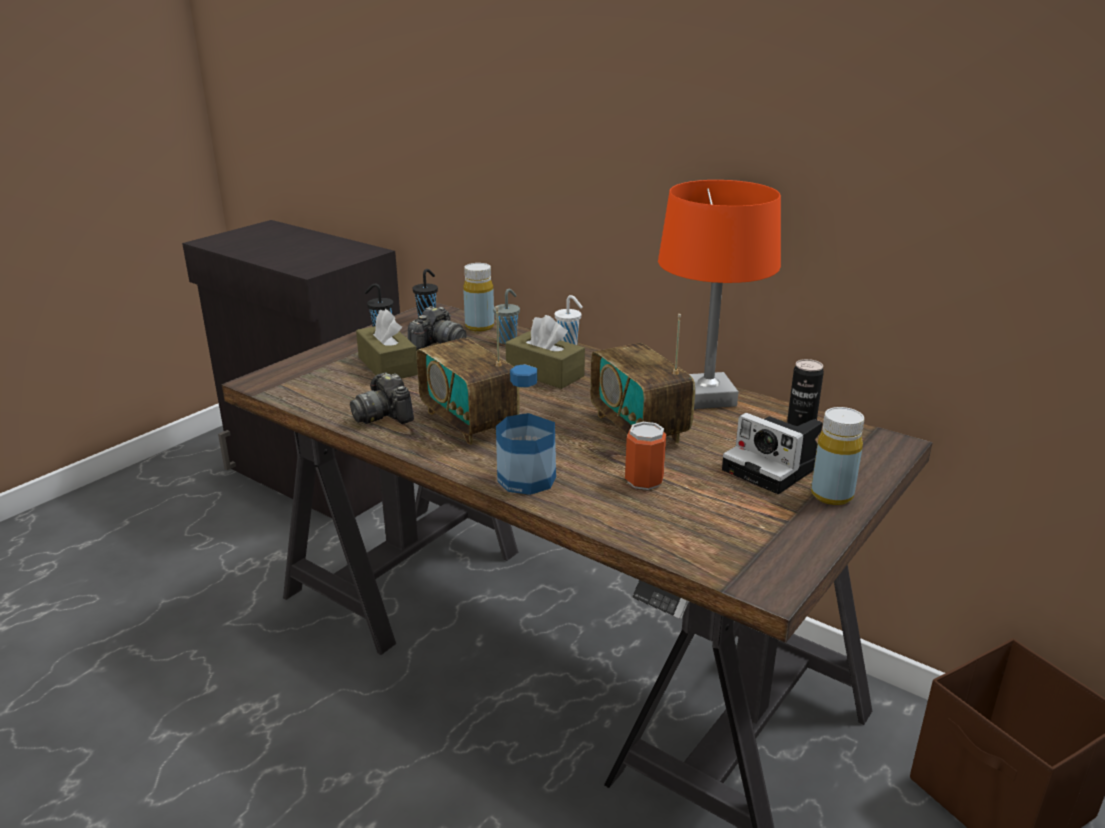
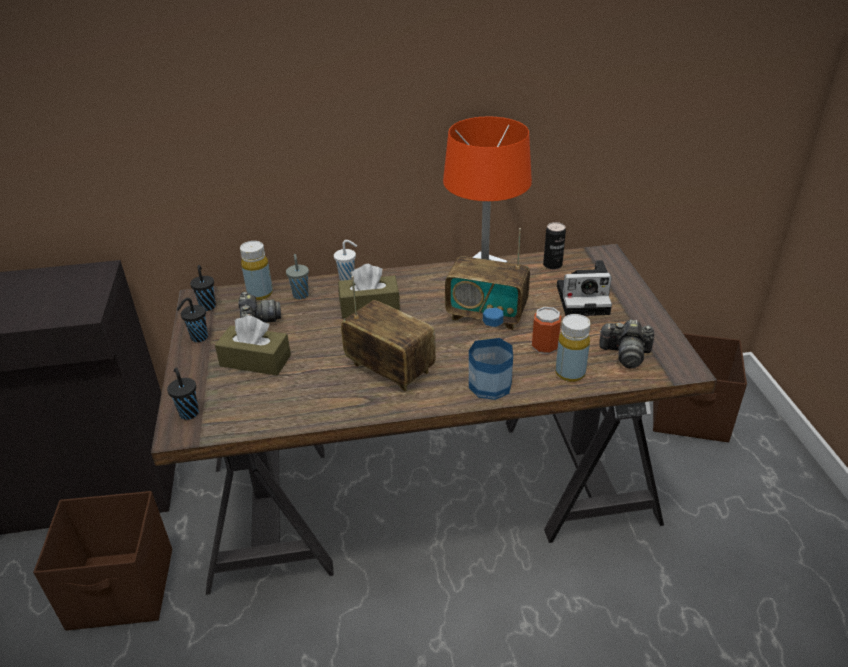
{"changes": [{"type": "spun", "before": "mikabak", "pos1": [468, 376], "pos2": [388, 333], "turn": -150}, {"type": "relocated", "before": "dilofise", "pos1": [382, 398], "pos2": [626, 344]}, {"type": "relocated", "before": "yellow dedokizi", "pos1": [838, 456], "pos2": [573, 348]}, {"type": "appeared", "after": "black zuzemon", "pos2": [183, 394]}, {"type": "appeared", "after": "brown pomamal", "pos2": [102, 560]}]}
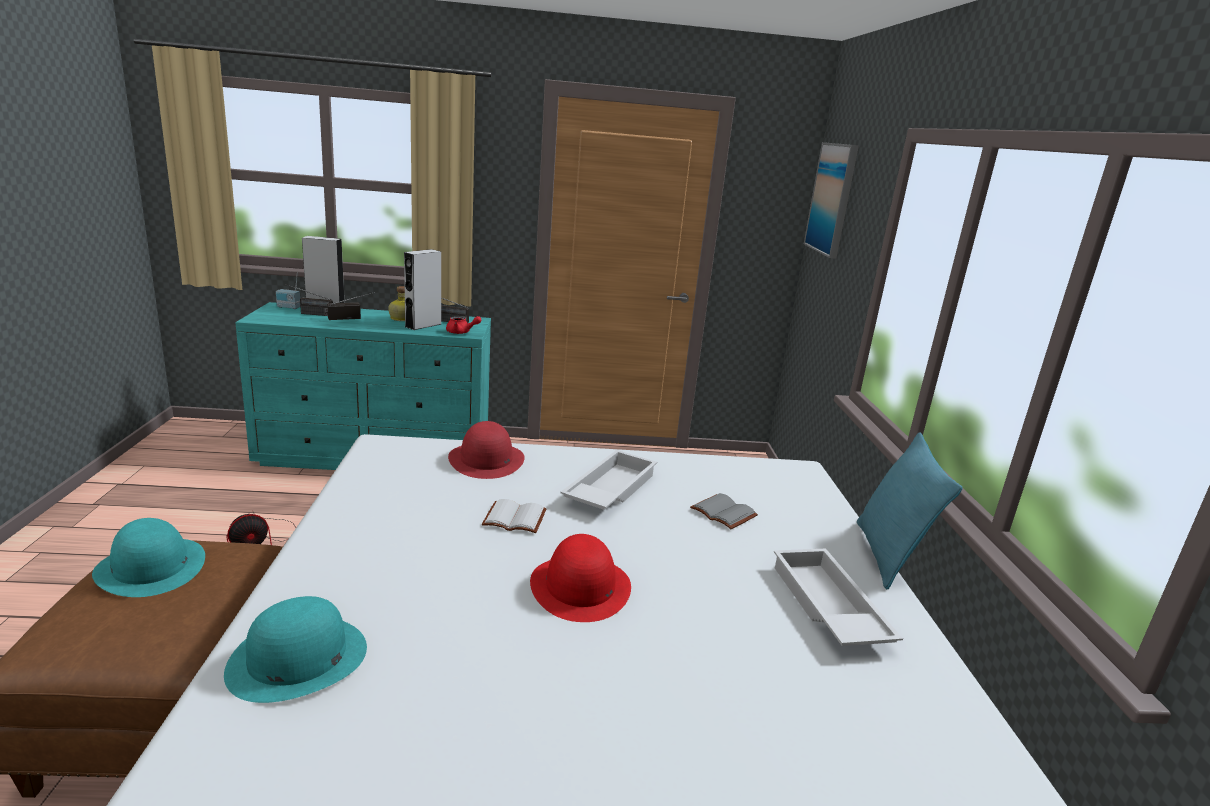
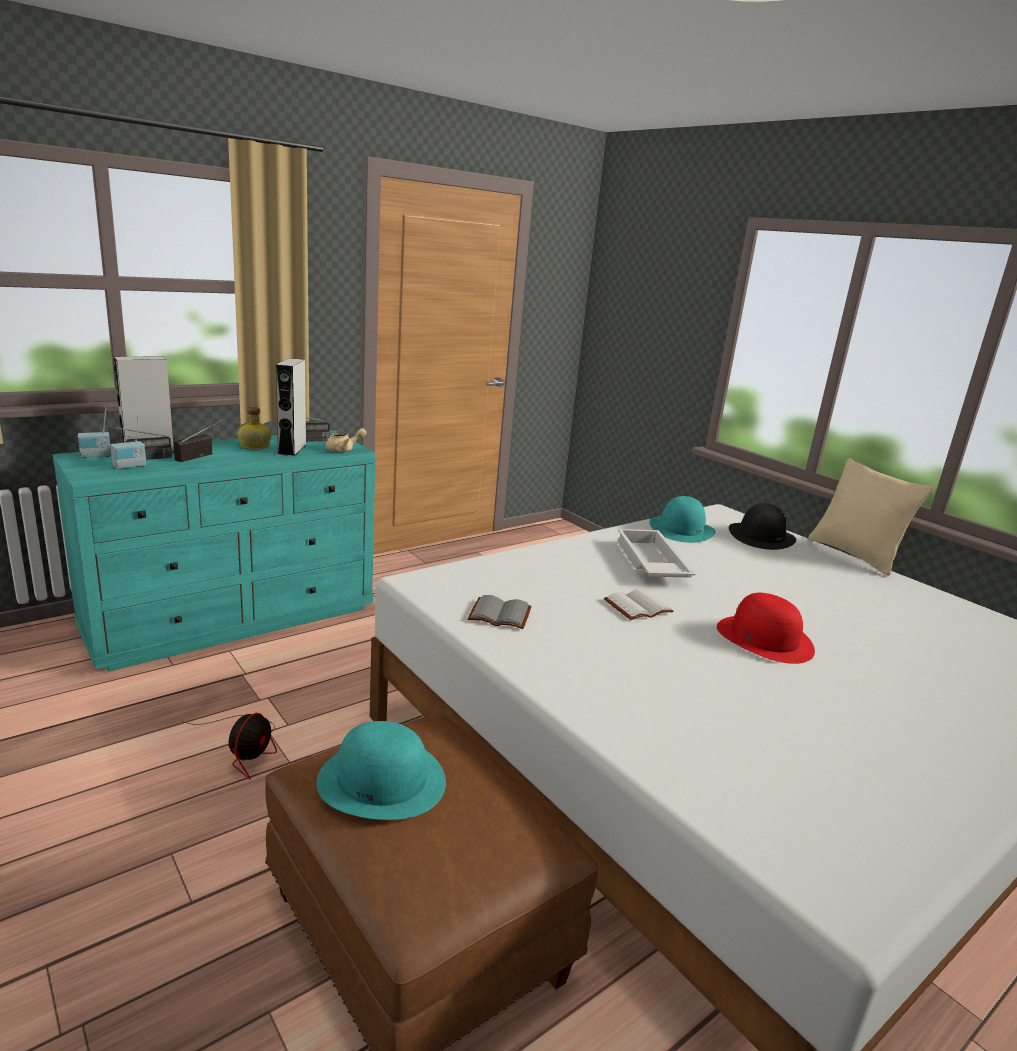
{"changes": [{"type": "missing", "before": "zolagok", "pos1": [831, 200]}, {"type": "colour", "before": "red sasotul", "after": "beige sasotul", "pos1": [463, 325], "pos2": [346, 440]}, {"type": "missing", "before": "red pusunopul", "pos1": [486, 450]}, {"type": "colour", "before": "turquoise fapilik", "after": "beige fapilik", "pos1": [910, 510], "pos2": [871, 517]}, {"type": "relocated", "before": "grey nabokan", "pos1": [724, 511], "pos2": [500, 612]}, {"type": "missing", "before": "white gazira", "pos1": [838, 597]}, {"type": "relocated", "before": "turquoise pusunopul", "pos1": [295, 649], "pos2": [682, 519]}, {"type": "appeared", "after": "mikabak", "pos2": [128, 442]}, {"type": "appeared", "after": "black pusunopul", "pos2": [762, 526]}]}
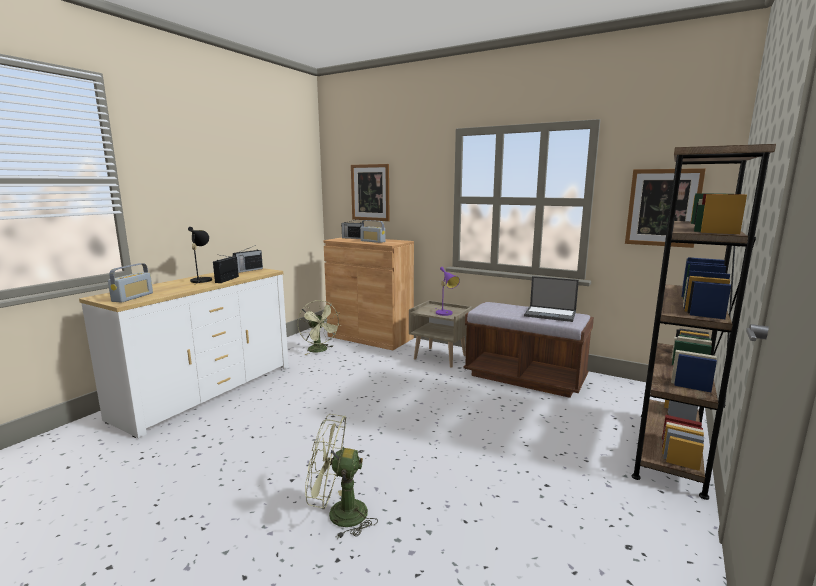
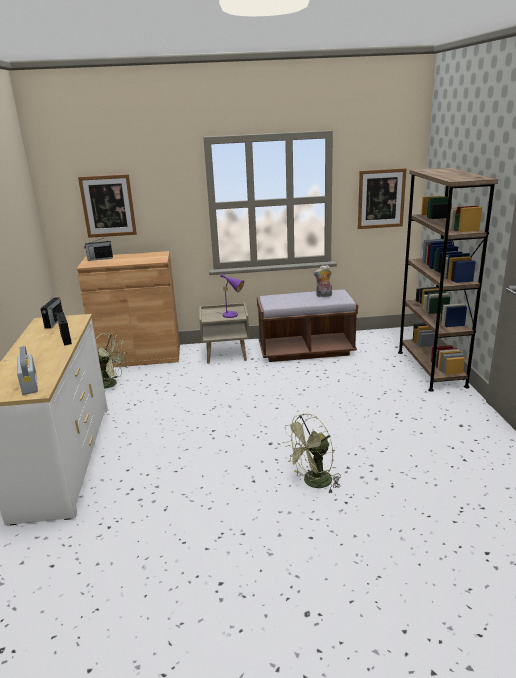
{"changes": [{"type": "missing", "before": "mikabak", "pos1": [372, 231]}, {"type": "missing", "before": "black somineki", "pos1": [200, 256]}, {"type": "exchanged", "before": "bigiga", "after": "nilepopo", "pos1": [551, 299], "pos2": [323, 281]}]}
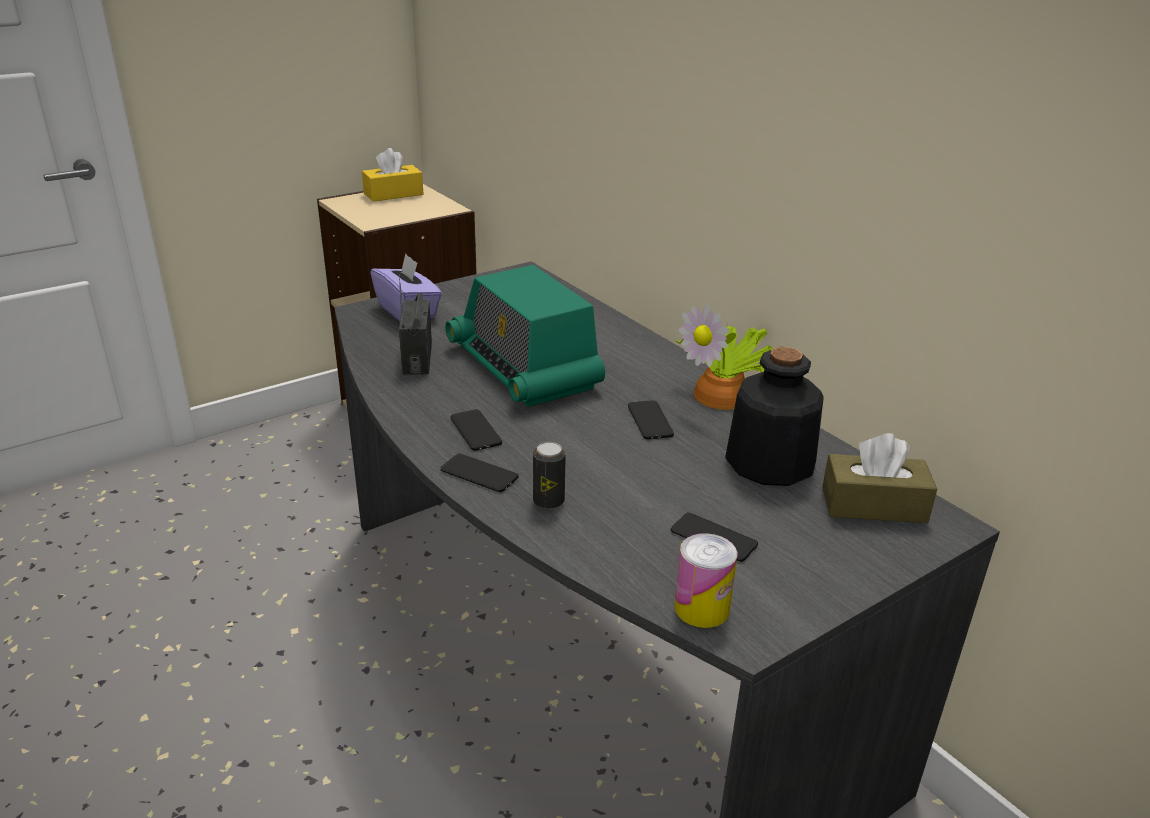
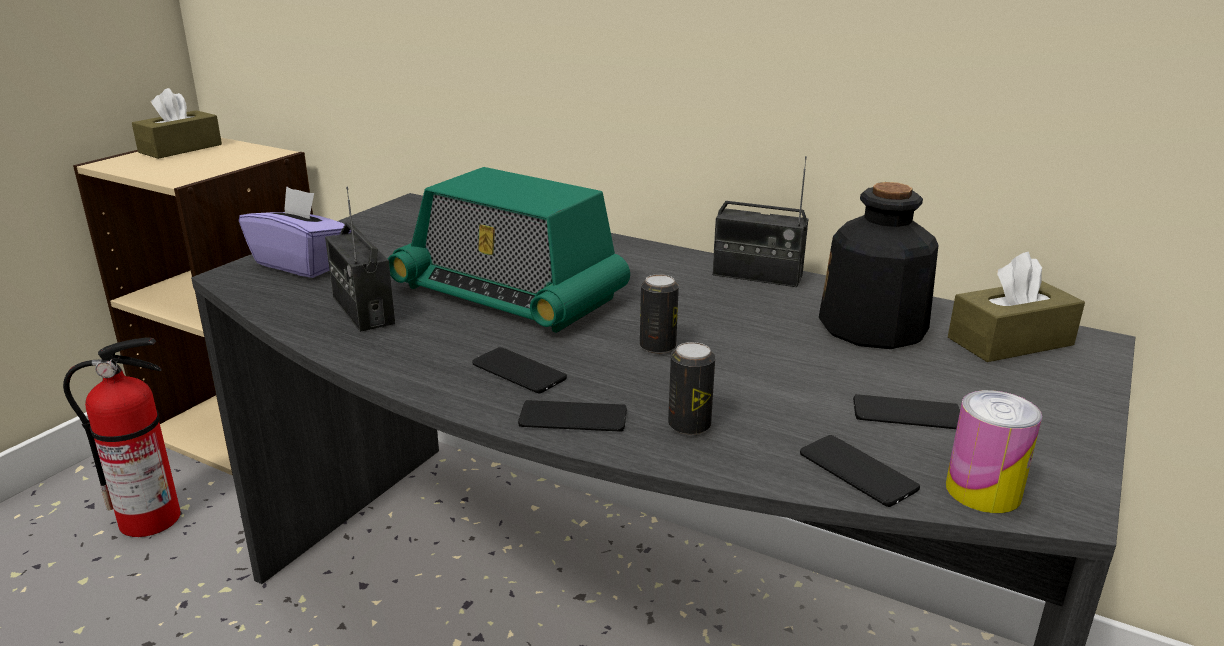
{"changes": [{"type": "colour", "before": "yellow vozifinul", "after": "brown vozifinul", "pos1": [392, 175], "pos2": [177, 123]}, {"type": "exchanged", "before": "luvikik", "after": "mikabak", "pos1": [724, 357], "pos2": [760, 221]}, {"type": "relocated", "before": "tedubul", "pos1": [651, 419], "pos2": [860, 471]}, {"type": "appeared", "after": "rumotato", "pos2": [659, 314]}, {"type": "appeared", "after": "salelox", "pos2": [122, 437]}]}
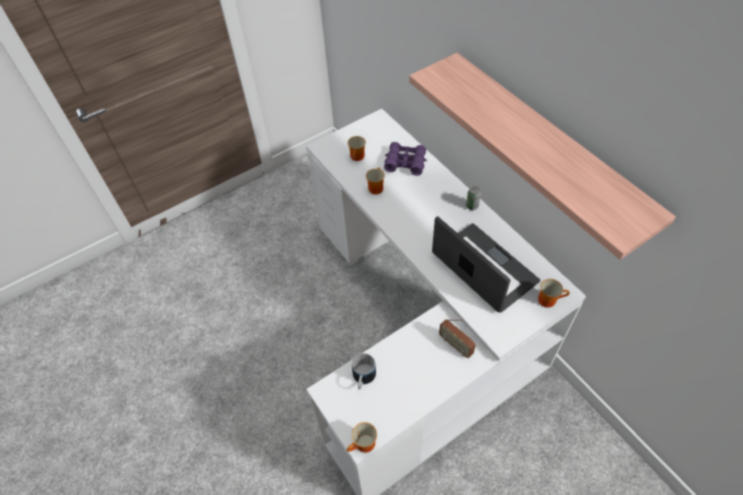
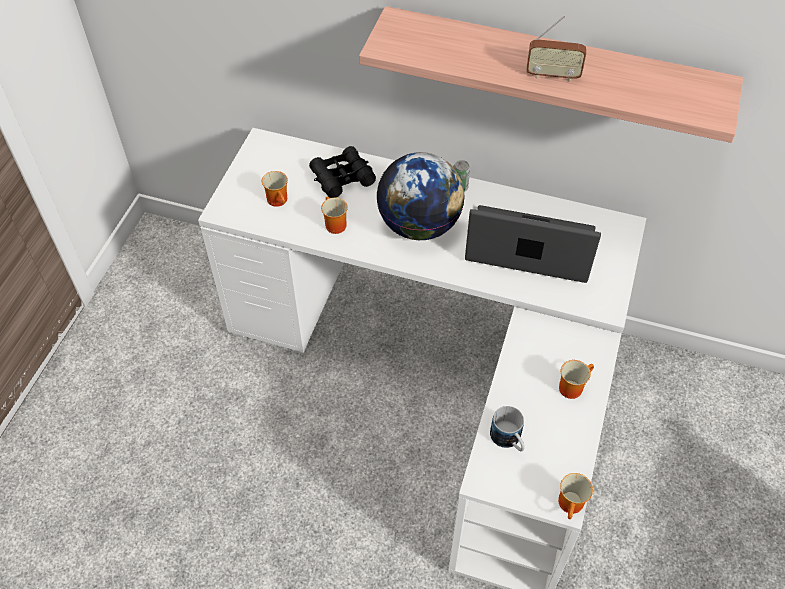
{"changes": [{"type": "colour", "before": "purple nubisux", "after": "black nubisux", "pos1": [405, 159], "pos2": [342, 172]}, {"type": "relocated", "before": "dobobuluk", "pos1": [554, 293], "pos2": [576, 379]}, {"type": "relocated", "before": "mikabak", "pos1": [457, 338], "pos2": [556, 49]}, {"type": "appeared", "after": "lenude", "pos2": [421, 196]}]}
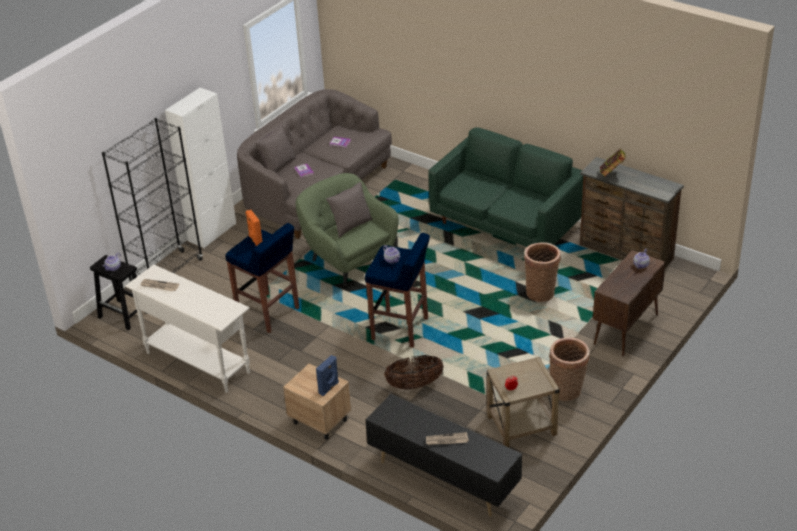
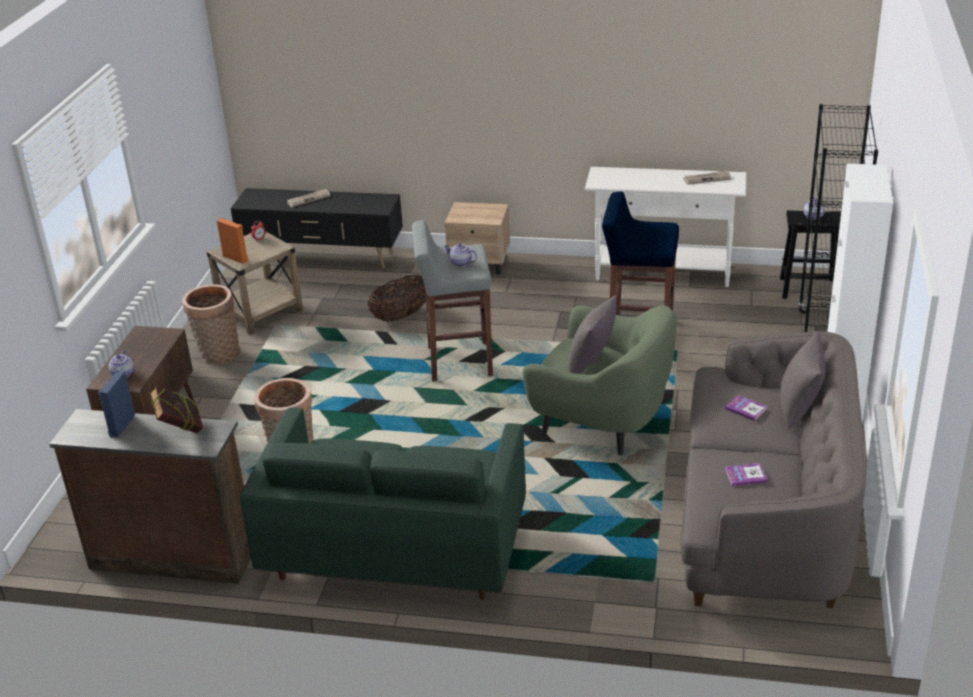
{"changes": [{"type": "relocated", "before": "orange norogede", "pos1": [254, 228], "pos2": [232, 241]}, {"type": "colour", "before": "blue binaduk", "after": "grey binaduk", "pos1": [397, 290], "pos2": [452, 301]}, {"type": "relocated", "before": "blue norogede", "pos1": [327, 375], "pos2": [116, 403]}]}
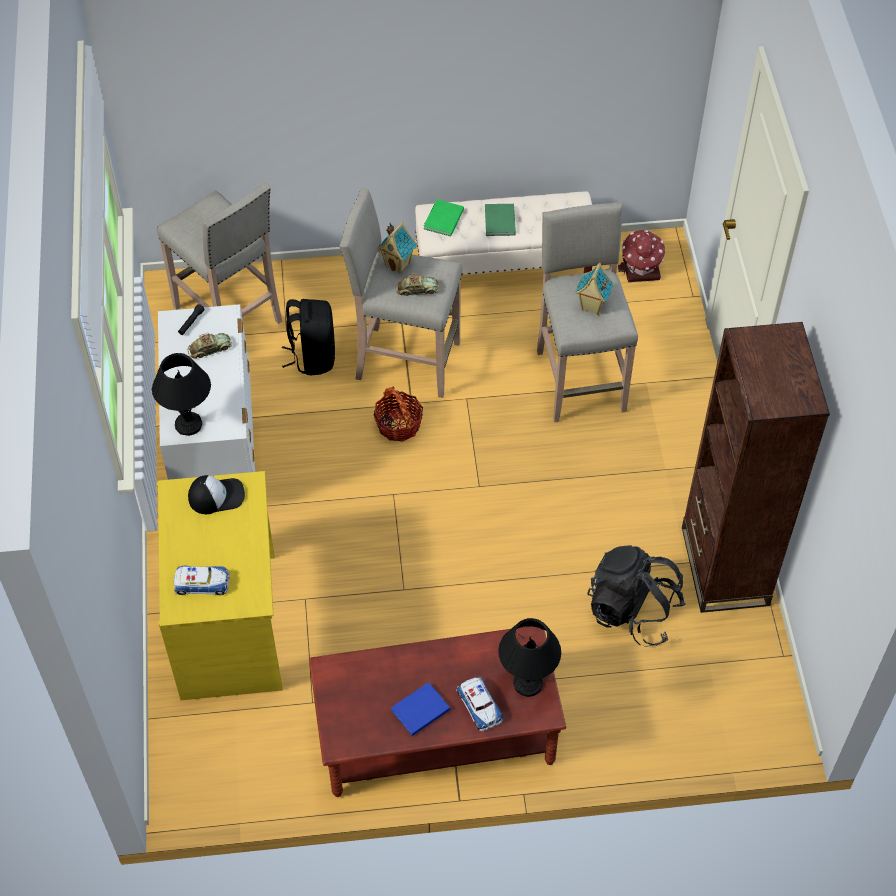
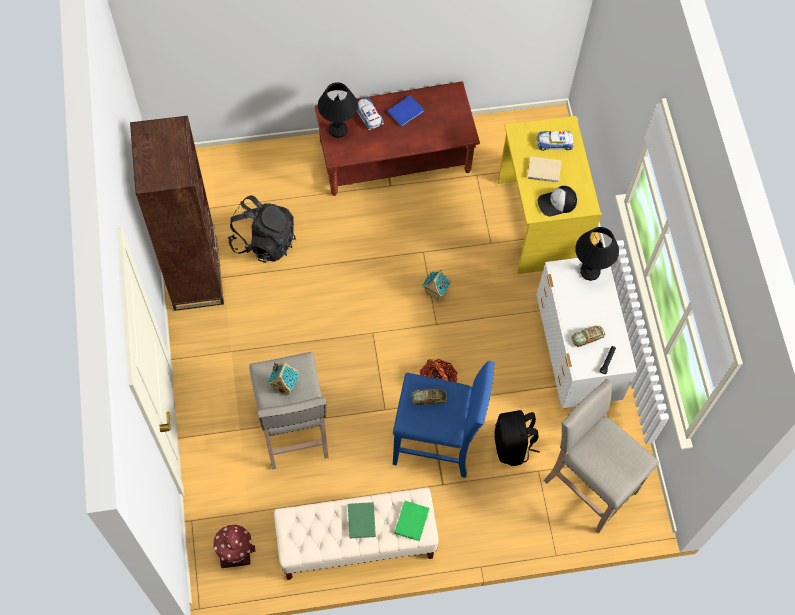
{"changes": [{"type": "colour", "before": "beige binaduk", "after": "blue binaduk", "pos1": [401, 293], "pos2": [444, 419]}, {"type": "relocated", "before": "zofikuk", "pos1": [397, 248], "pos2": [436, 285]}, {"type": "appeared", "after": "beige nabokan", "pos2": [544, 169]}]}
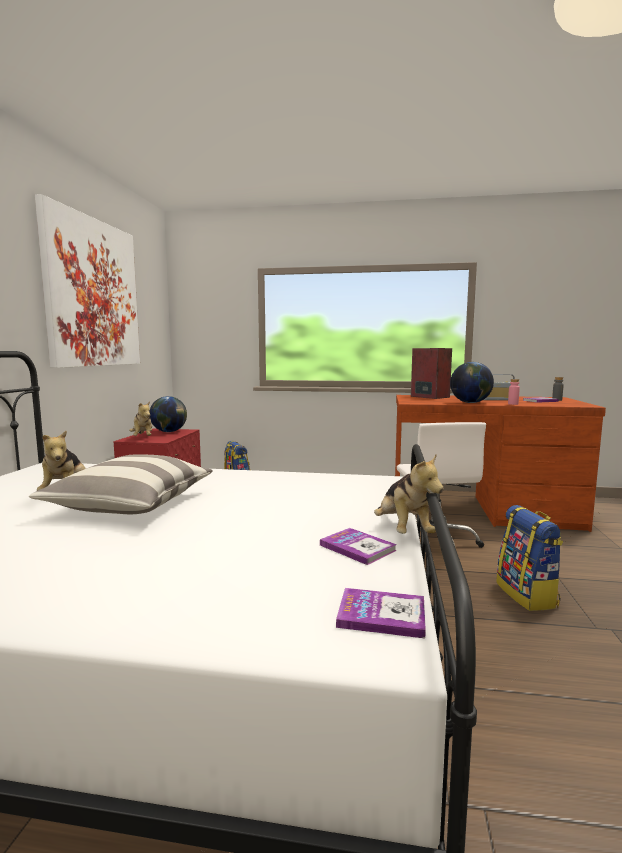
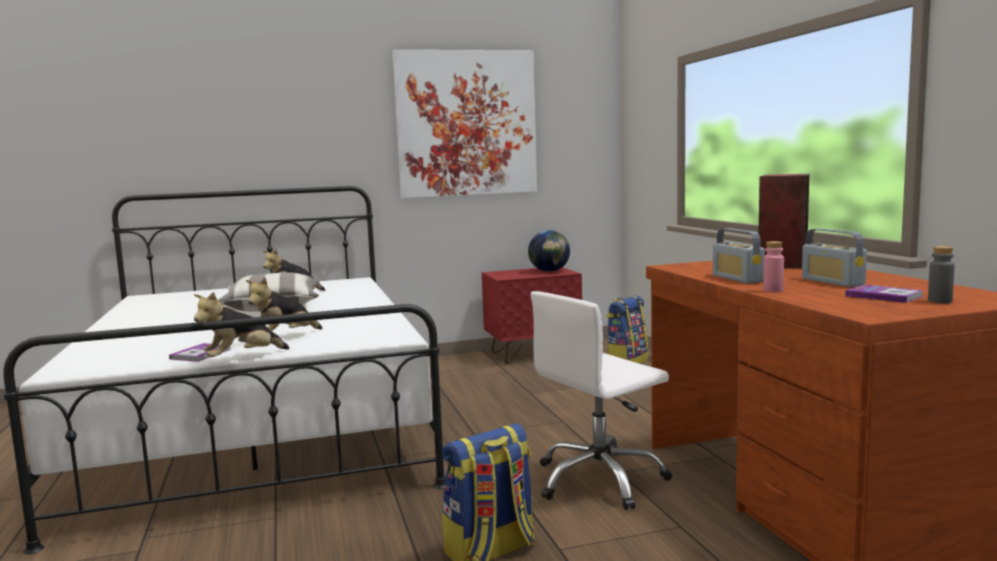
{"changes": [{"type": "exchanged", "before": "lenude", "after": "mikabak", "pos1": [472, 382], "pos2": [739, 256]}, {"type": "relocated", "before": "nilepopo", "pos1": [140, 418], "pos2": [284, 304]}, {"type": "missing", "before": "nabokan", "pos1": [381, 613]}]}
